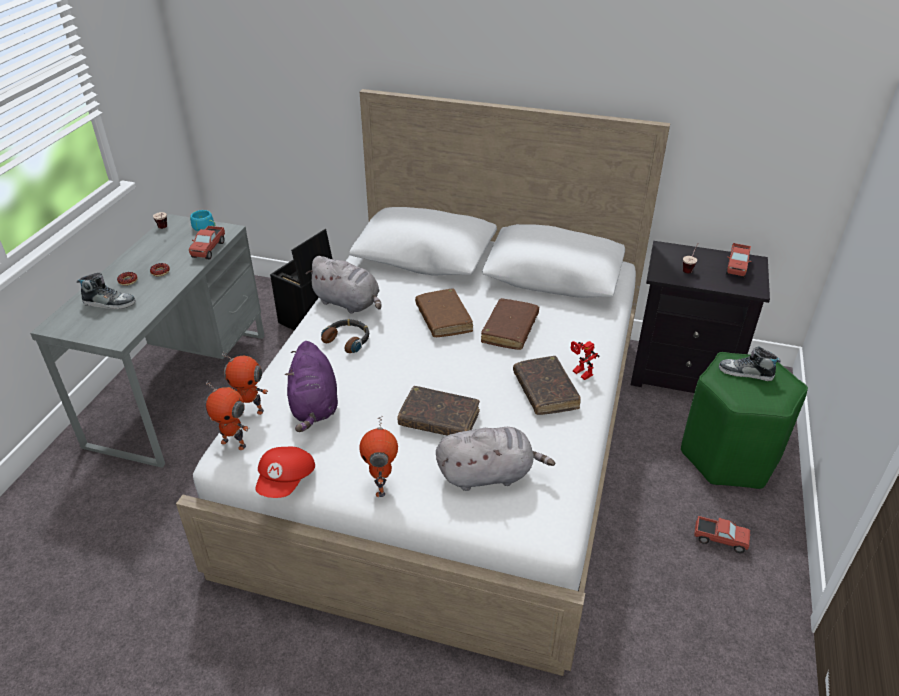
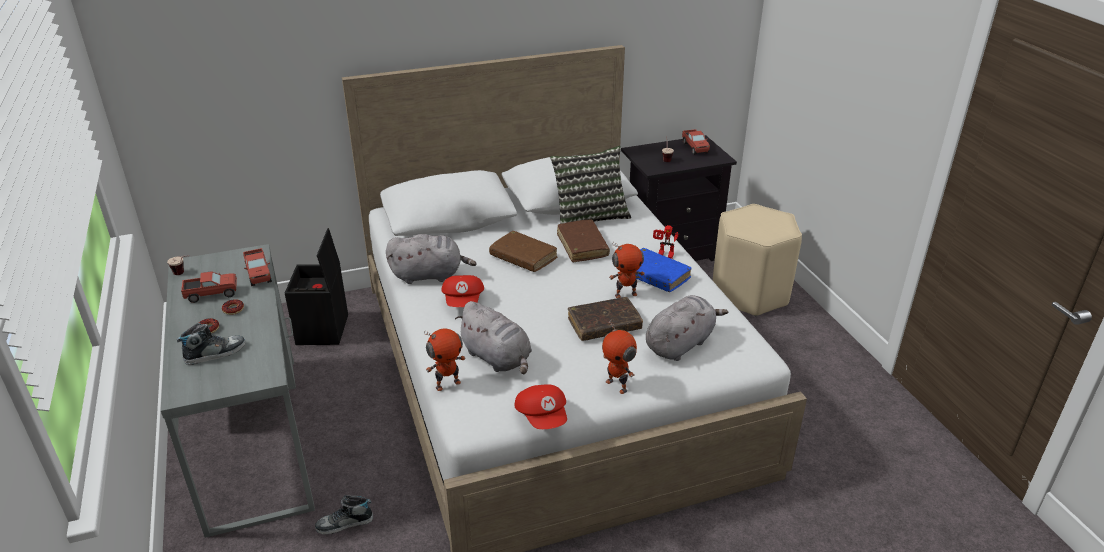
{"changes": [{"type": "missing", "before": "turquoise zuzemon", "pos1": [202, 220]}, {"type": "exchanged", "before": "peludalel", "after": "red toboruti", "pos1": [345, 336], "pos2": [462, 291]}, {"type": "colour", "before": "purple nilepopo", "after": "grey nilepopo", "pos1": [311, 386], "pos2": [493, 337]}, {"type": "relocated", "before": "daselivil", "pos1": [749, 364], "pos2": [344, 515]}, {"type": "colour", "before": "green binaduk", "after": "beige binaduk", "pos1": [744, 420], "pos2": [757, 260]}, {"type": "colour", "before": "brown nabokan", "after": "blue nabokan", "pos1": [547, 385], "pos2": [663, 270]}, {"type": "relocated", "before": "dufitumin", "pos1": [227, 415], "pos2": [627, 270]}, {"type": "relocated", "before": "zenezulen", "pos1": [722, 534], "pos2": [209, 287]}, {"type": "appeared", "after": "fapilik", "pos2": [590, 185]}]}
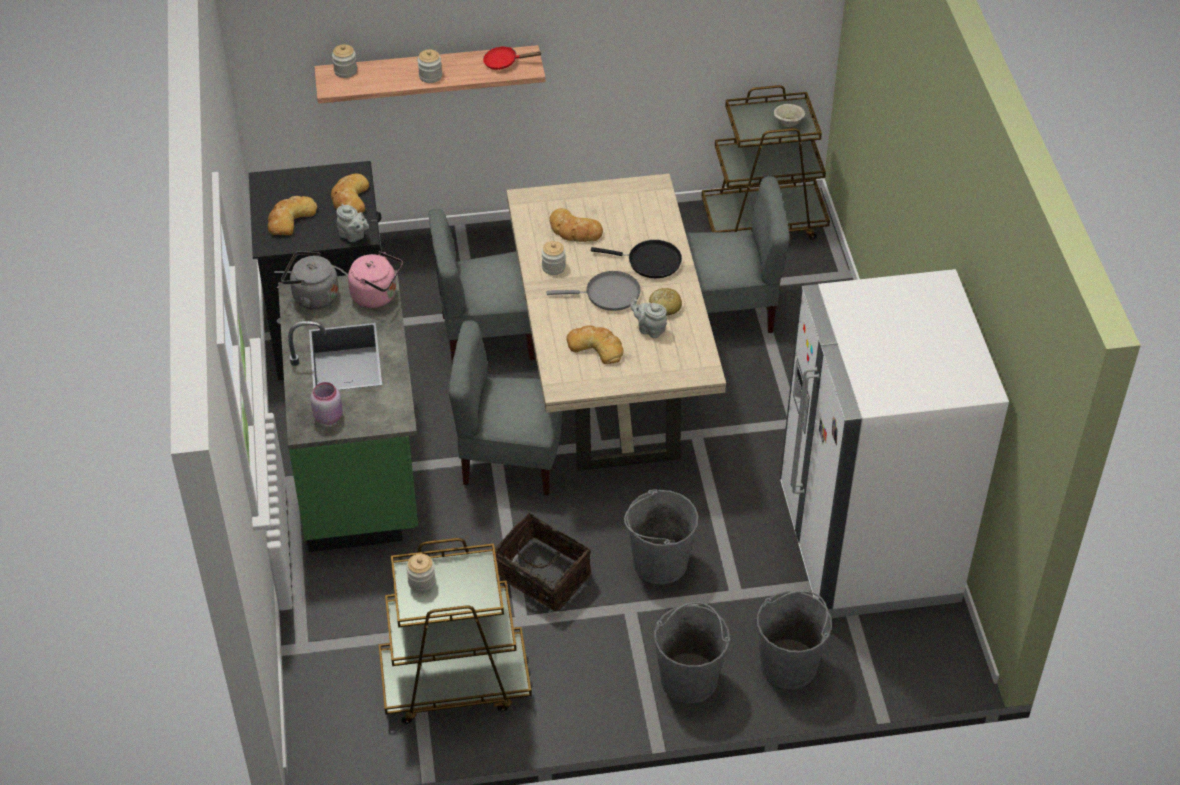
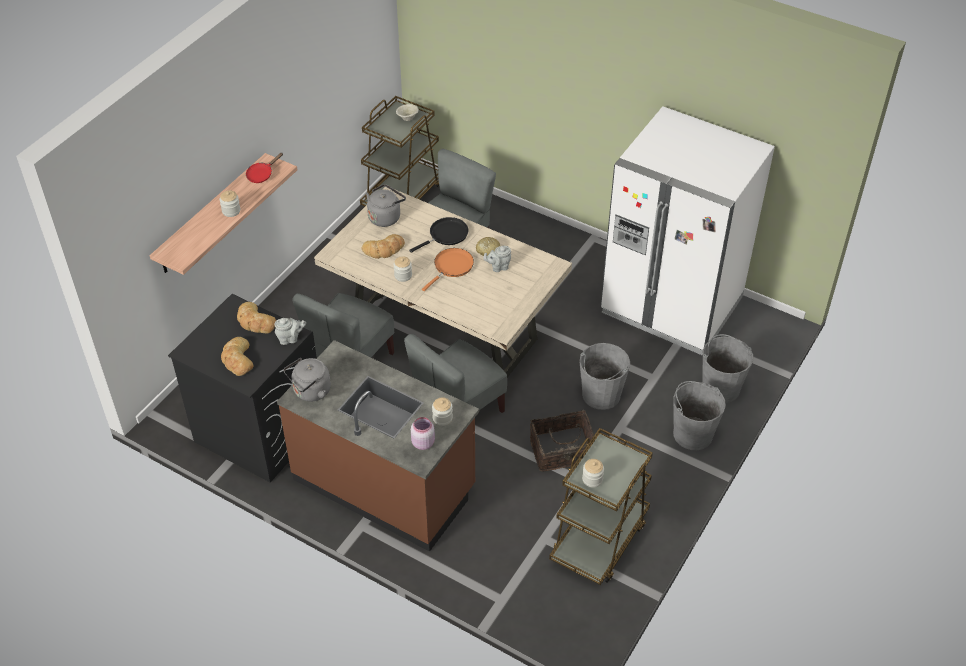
{"changes": [{"type": "relocated", "before": "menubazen", "pos1": [344, 61], "pos2": [442, 411]}, {"type": "missing", "before": "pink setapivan", "pos1": [375, 279]}, {"type": "colour", "before": "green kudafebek", "after": "brown kudafebek", "pos1": [348, 411], "pos2": [378, 446]}, {"type": "colour", "before": "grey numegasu", "after": "orange numegasu", "pos1": [593, 291], "pos2": [448, 269]}, {"type": "missing", "before": "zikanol", "pos1": [594, 344]}, {"type": "appeared", "after": "grey setapivan", "pos2": [386, 205]}]}
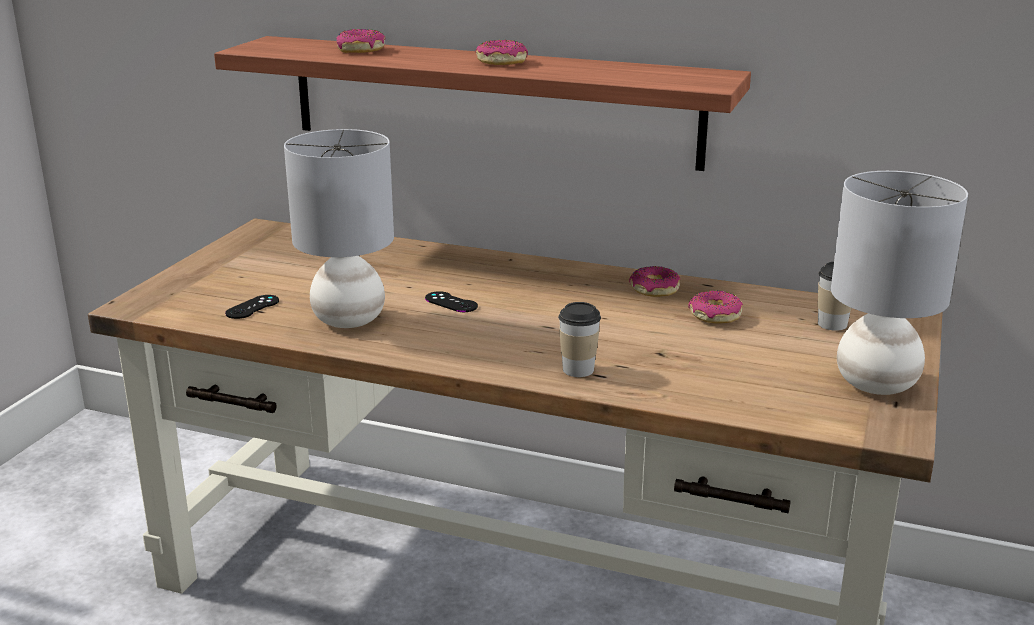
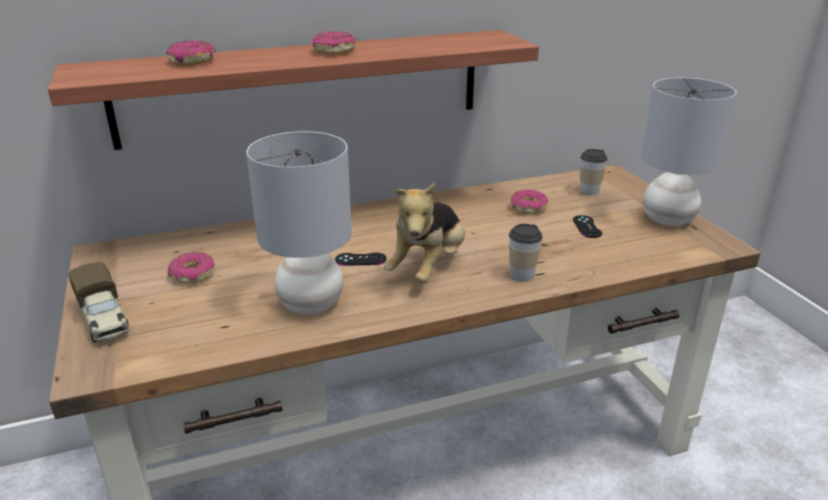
{"changes": [{"type": "relocated", "before": "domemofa", "pos1": [654, 281], "pos2": [191, 267]}, {"type": "relocated", "before": "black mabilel", "pos1": [252, 307], "pos2": [587, 226]}, {"type": "appeared", "after": "nilepopo", "pos2": [424, 233]}, {"type": "appeared", "after": "zenezulen", "pos2": [99, 302]}]}
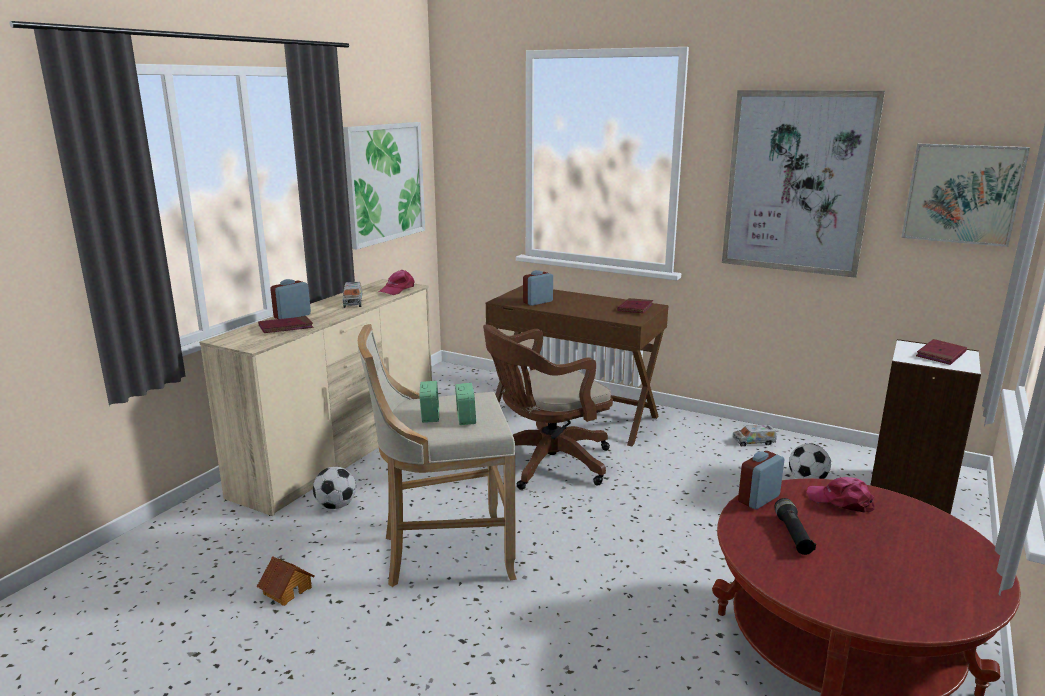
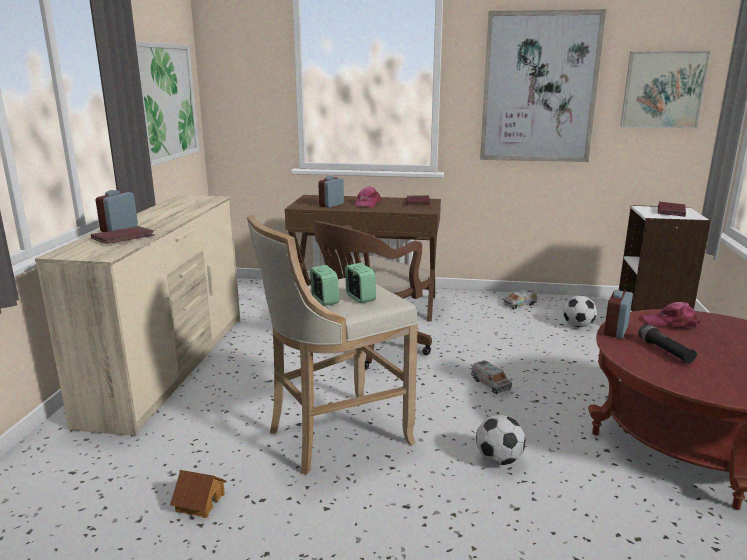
{"changes": [{"type": "relocated", "before": "pink toboruti", "pos1": [397, 282], "pos2": [367, 197]}, {"type": "relocated", "before": "zenezulen", "pos1": [352, 295], "pos2": [491, 377]}, {"type": "relocated", "before": "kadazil", "pos1": [334, 488], "pos2": [501, 440]}]}
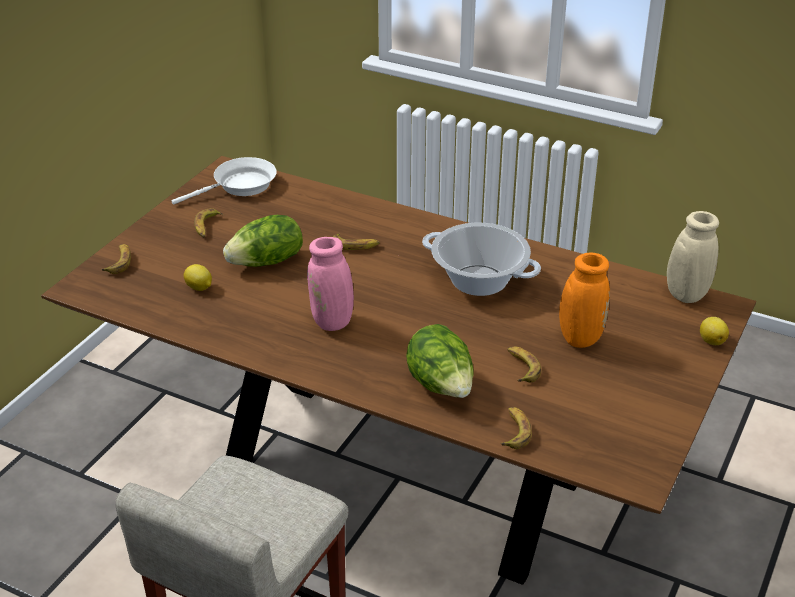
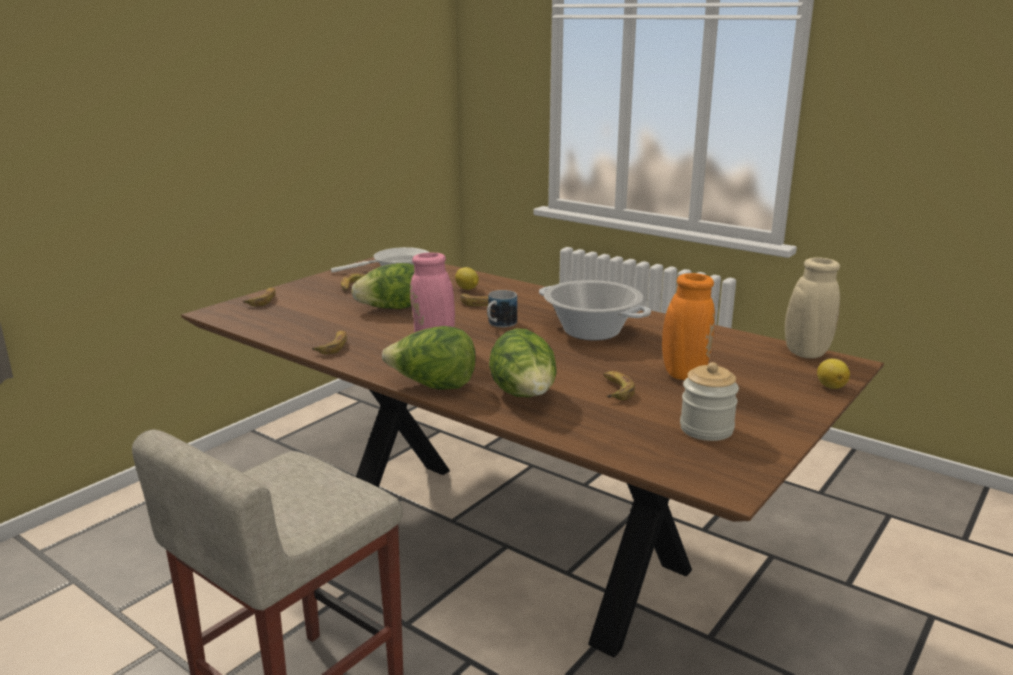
{"changes": [{"type": "relocated", "before": "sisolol", "pos1": [198, 277], "pos2": [467, 278]}, {"type": "relocated", "before": "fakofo", "pos1": [516, 428], "pos2": [329, 342]}, {"type": "appeared", "after": "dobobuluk", "pos2": [502, 308]}, {"type": "appeared", "after": "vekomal", "pos2": [429, 358]}, {"type": "appeared", "after": "menubazen", "pos2": [709, 401]}]}
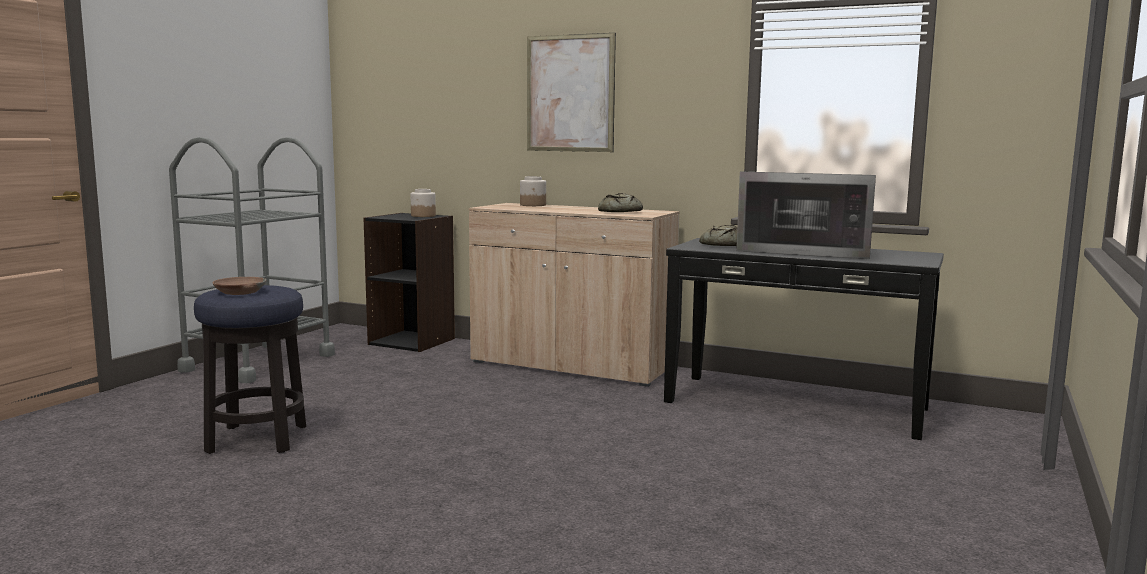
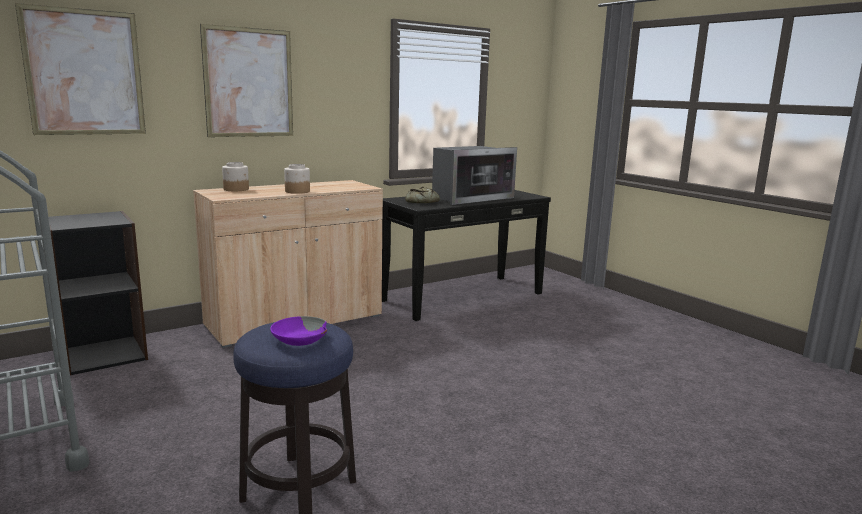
{"changes": [{"type": "relocated", "before": "menubazen", "pos1": [423, 203], "pos2": [297, 179]}, {"type": "missing", "before": "zikanol", "pos1": [620, 202]}, {"type": "colour", "before": "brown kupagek", "after": "purple kupagek", "pos1": [239, 286], "pos2": [298, 331]}, {"type": "appeared", "after": "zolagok", "pos2": [80, 69]}]}
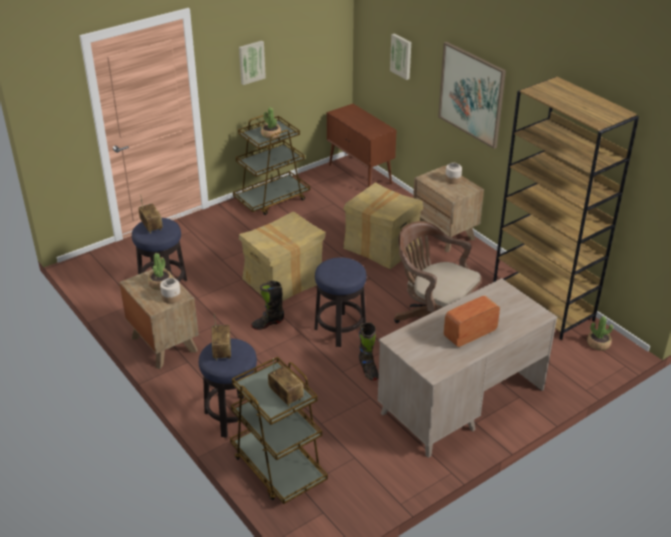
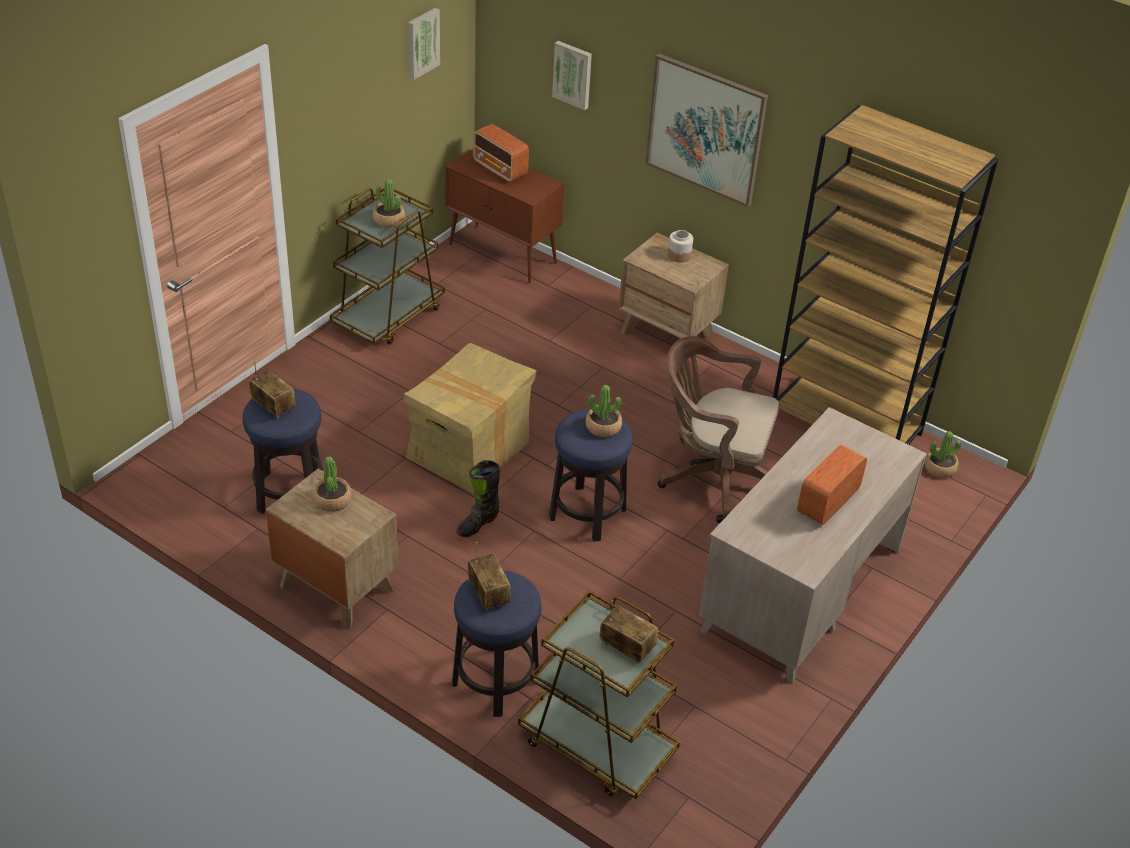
{"changes": [{"type": "relocated", "before": "zolagok", "pos1": [252, 63], "pos2": [424, 44]}, {"type": "missing", "before": "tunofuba", "pos1": [383, 225]}, {"type": "missing", "before": "menubazen", "pos1": [170, 291]}, {"type": "missing", "before": "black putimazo", "pos1": [369, 351]}, {"type": "appeared", "after": "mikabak", "pos2": [501, 153]}, {"type": "appeared", "after": "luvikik", "pos2": [604, 411]}]}
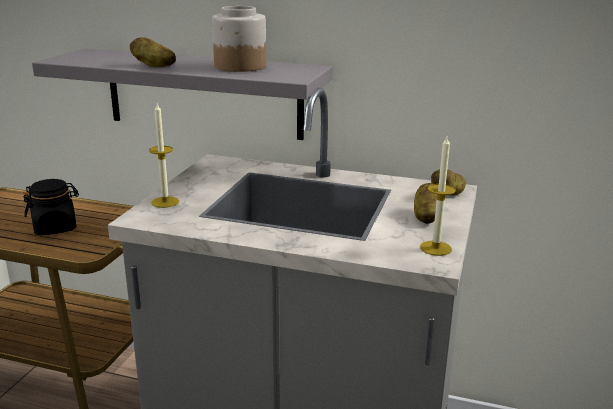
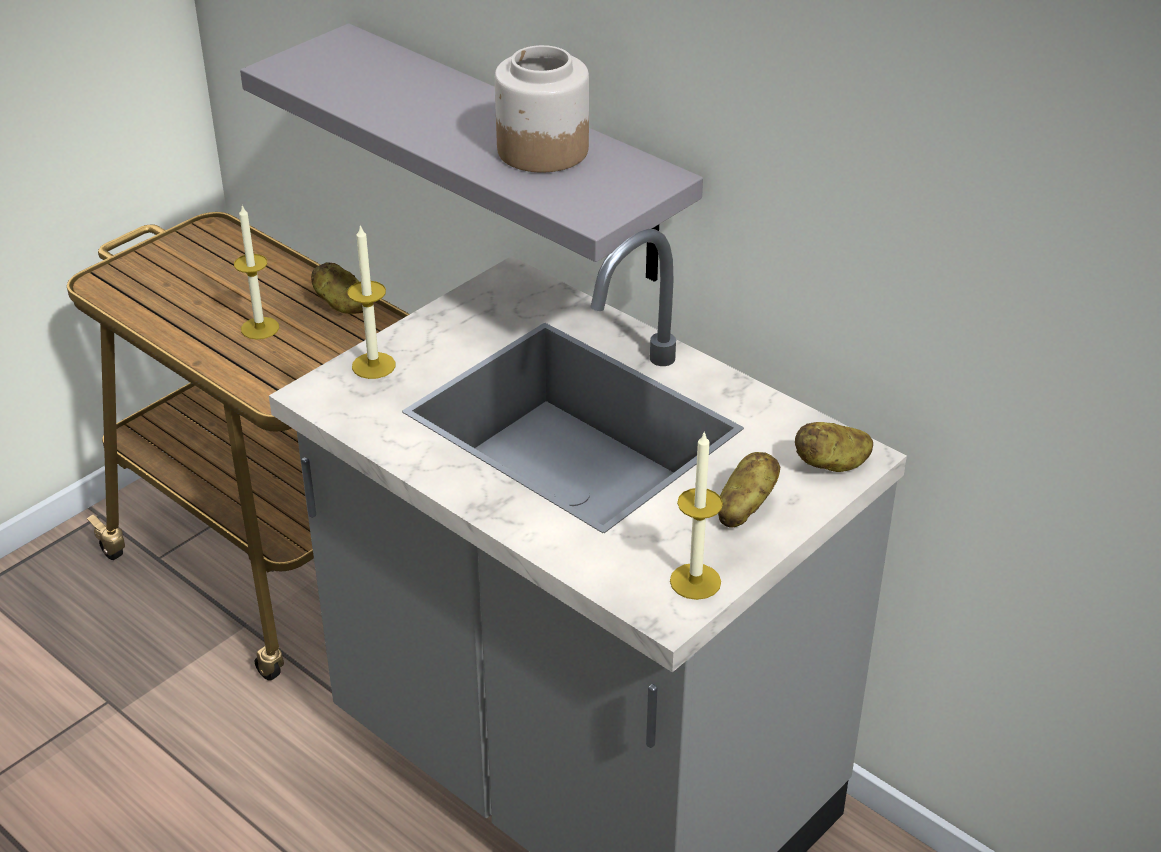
{"changes": [{"type": "relocated", "before": "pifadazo", "pos1": [153, 52], "pos2": [337, 288]}, {"type": "exchanged", "before": "black menubazen", "after": "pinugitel", "pos1": [51, 207], "pos2": [256, 272]}]}
